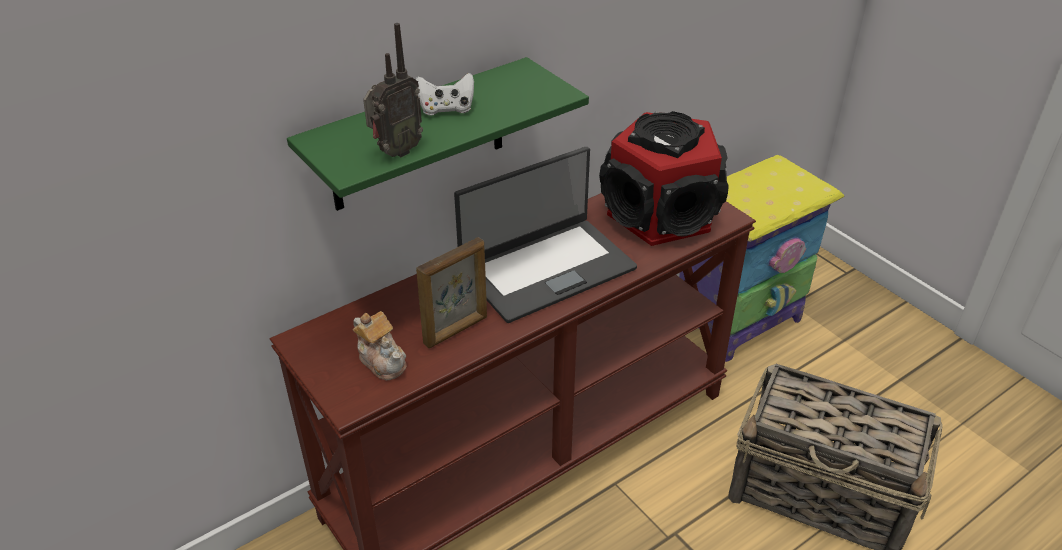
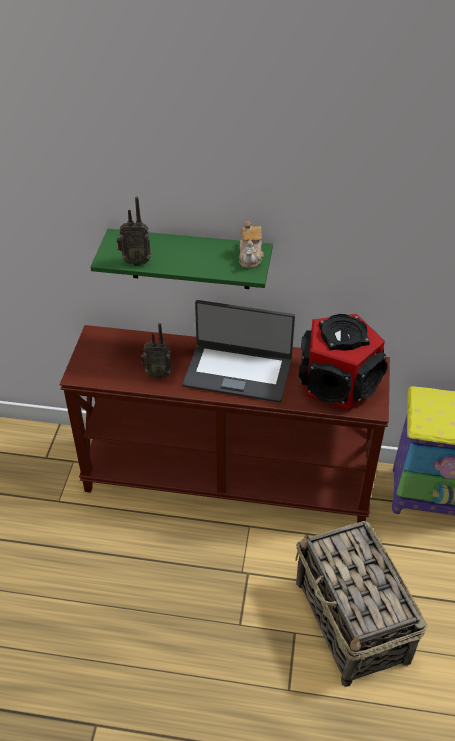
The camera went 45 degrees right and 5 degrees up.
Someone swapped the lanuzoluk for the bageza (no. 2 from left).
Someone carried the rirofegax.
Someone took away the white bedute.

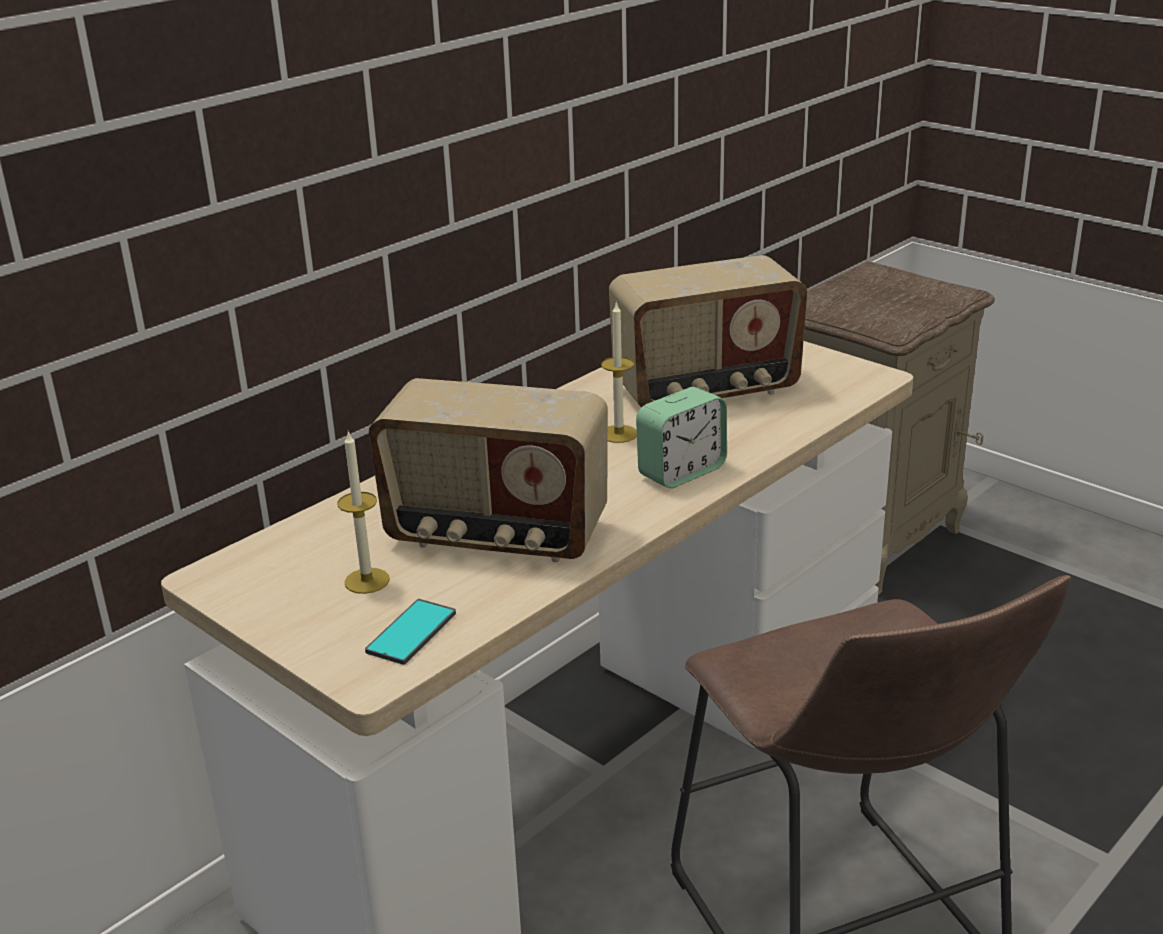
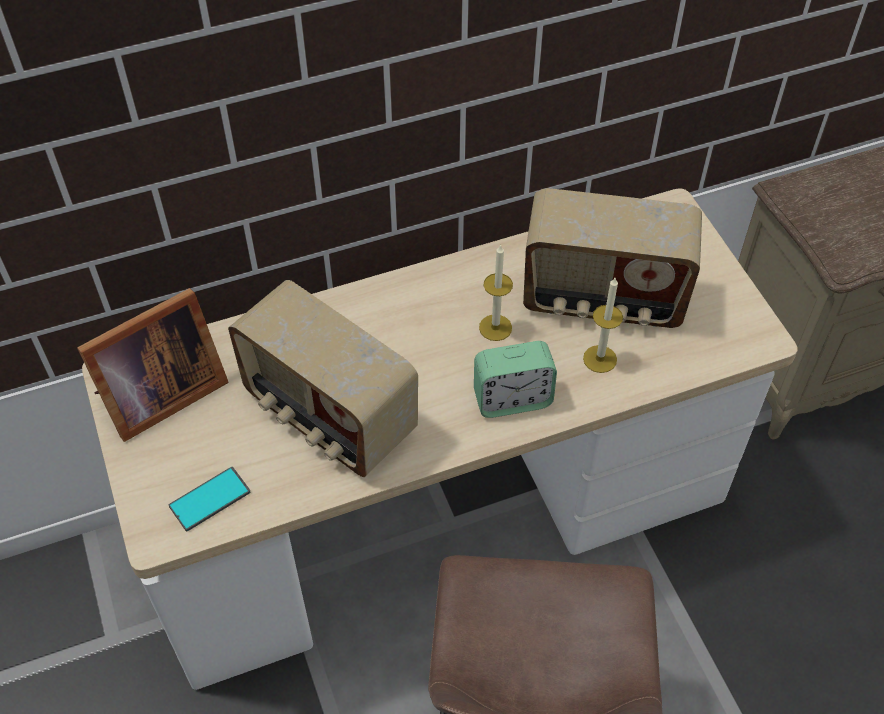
The camera went 25 degrees right and 25 degrees up.
Someone put down the lanuzoluk.
Someone carried the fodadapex (no. 1 from left in the first image).

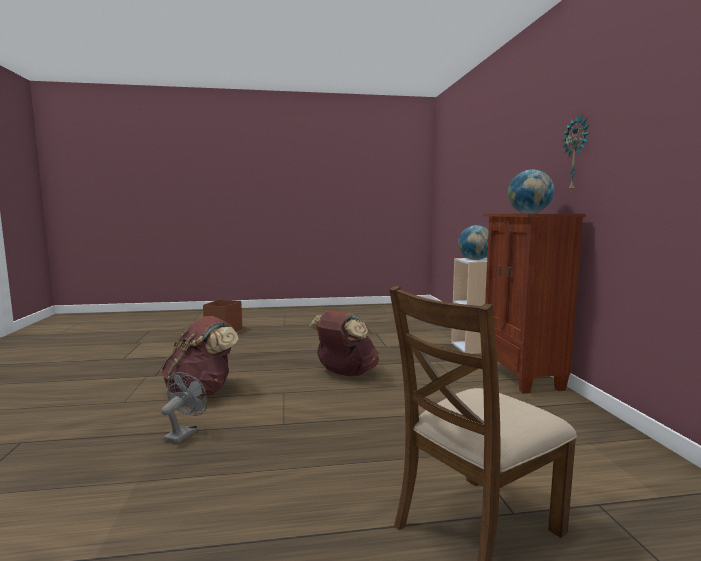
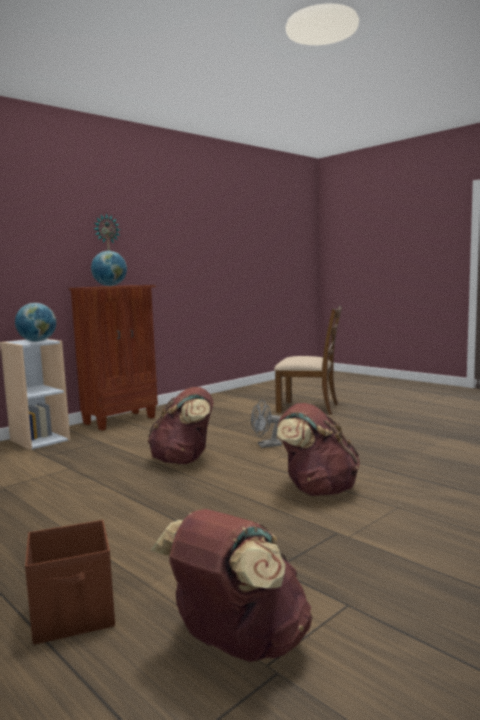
The camera went 125 degrees left and 0 degrees up.
Someone put down the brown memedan (no. 2 from left).
Someone carried the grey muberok.

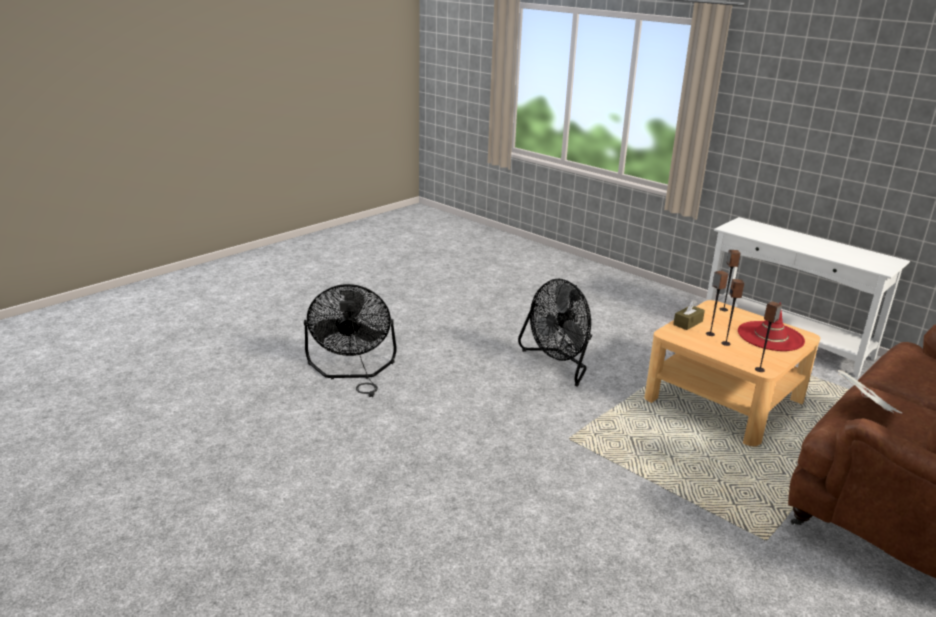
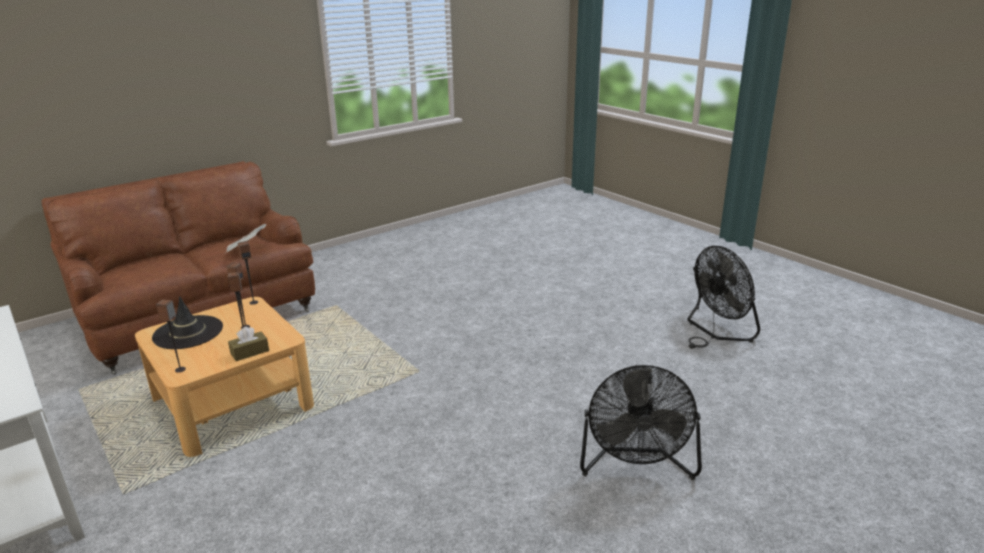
The camera went 170 degrees left and 0 degrees up.
Someone repainted the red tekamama, which became the black tekamama.
Someone carried the black muberok (no. 2 from left).

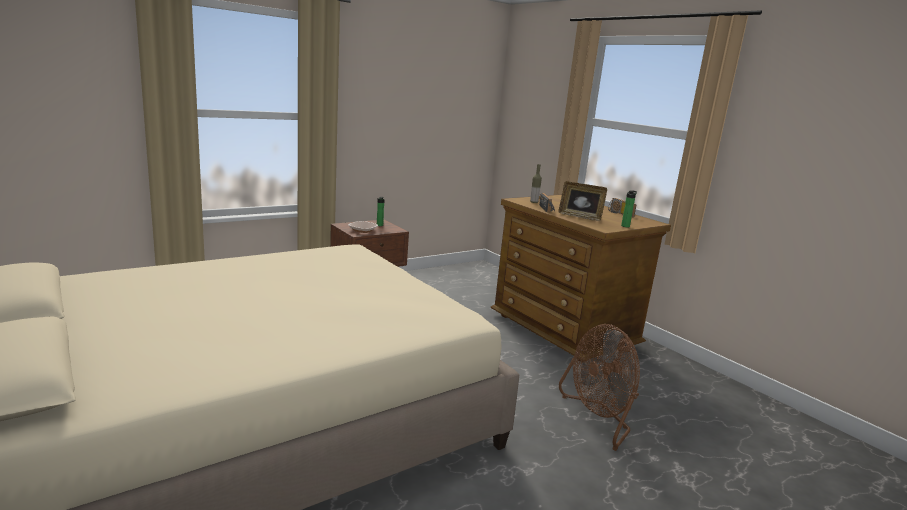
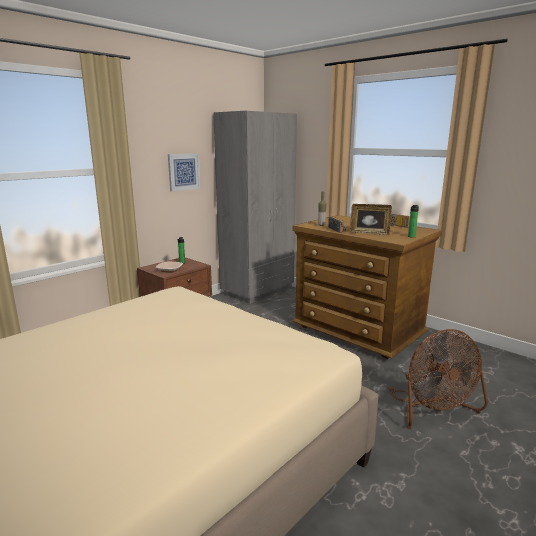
The camera went 10 degrees left and 0 degrees up.
Someone put up the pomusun.
Someone put down the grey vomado.
Someone rotated the brown muberok by 75 degrees counterclockwise.

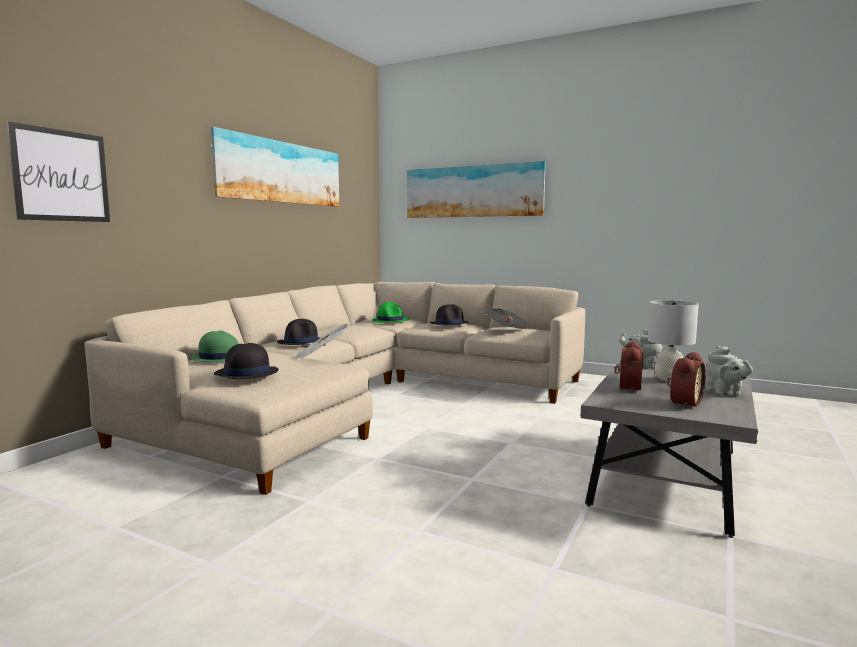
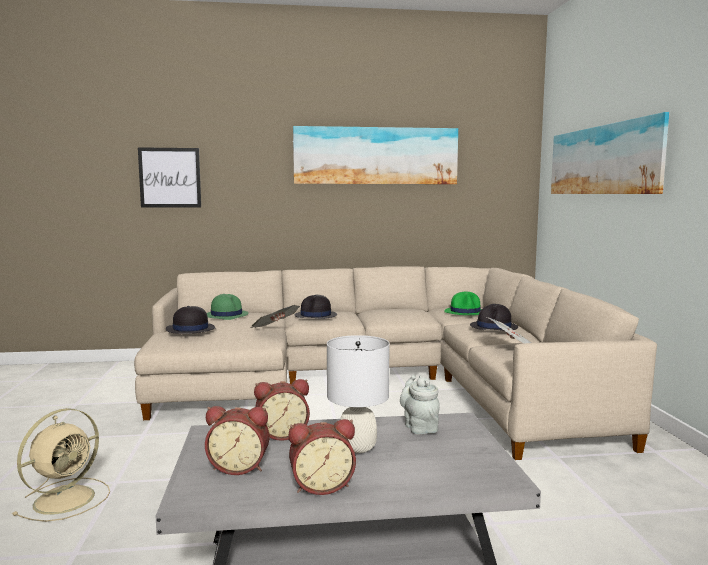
The camera went 55 degrees right and 0 degrees up.
Someone put down the beige muberok.
Someone swapped the grey rirofegax (no. 2 from left) for the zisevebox (no. 3 from left).

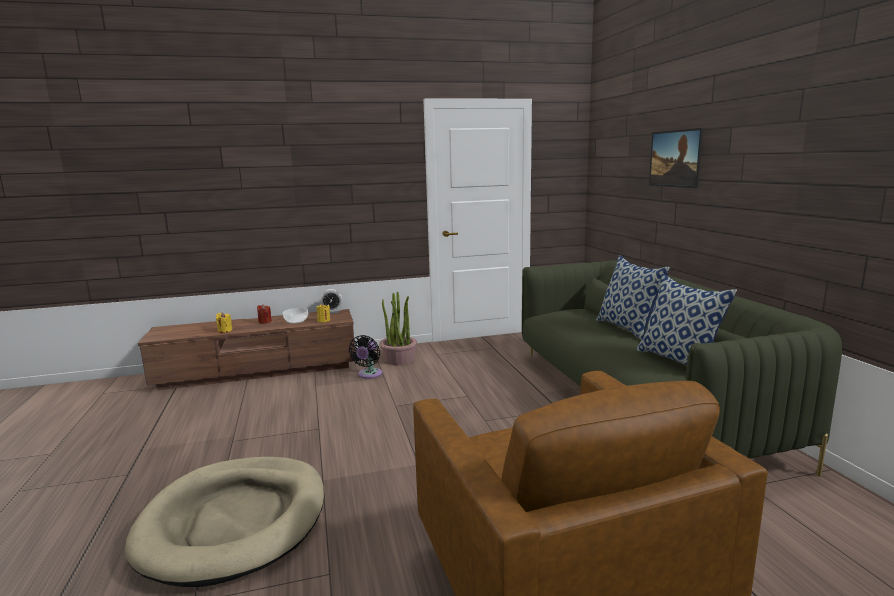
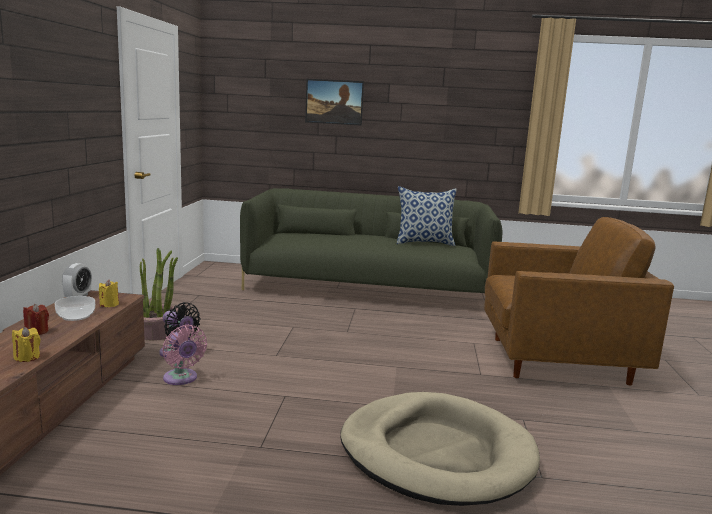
The camera went 70 degrees left and 0 degrees up.
Someone put down the pink muberok.
Someone took away the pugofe (no. 1 from left).

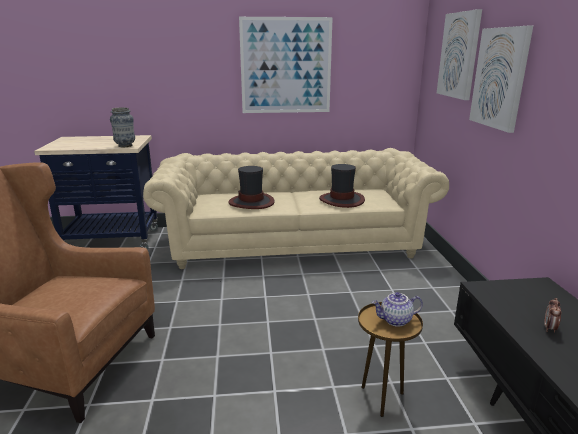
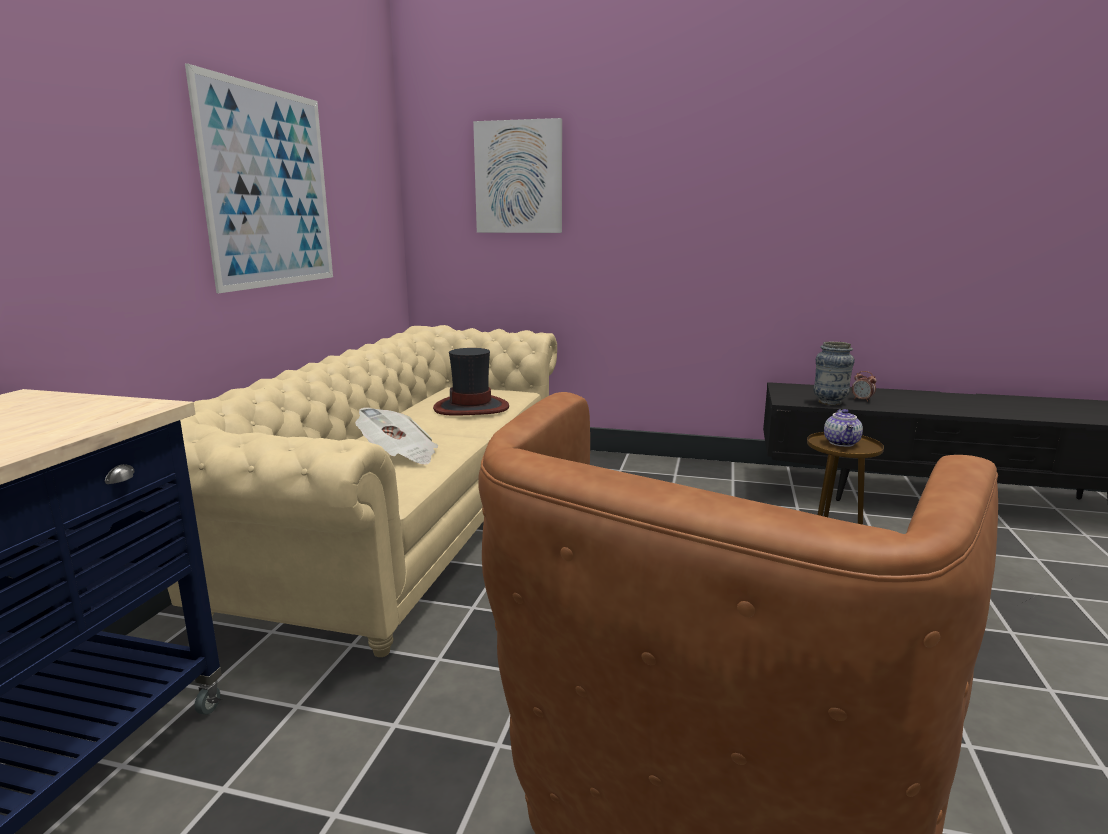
The camera went 70 degrees left and 5 degrees down.
Someone swapped the tekamama (no. 1 from left) for the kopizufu.
Someone carried the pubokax.
Someone took away the pomusun (no. 3 from left).

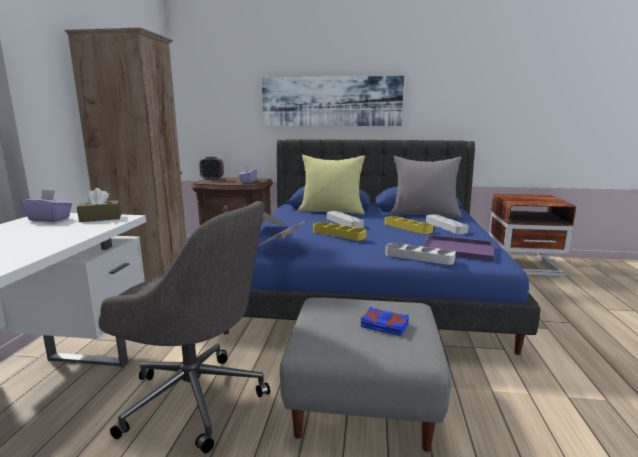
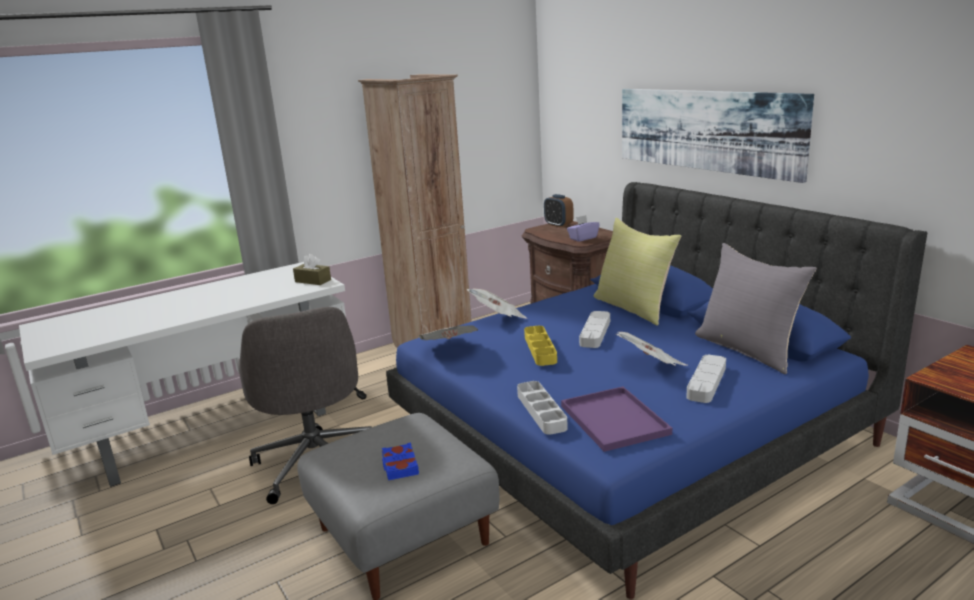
The camera went 50 degrees right and 5 degrees up.
Someone swapped the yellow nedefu (no. 2 from left) for the kopizufu (no. 3 from left).
Someone took away the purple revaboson (no. 1 from left).

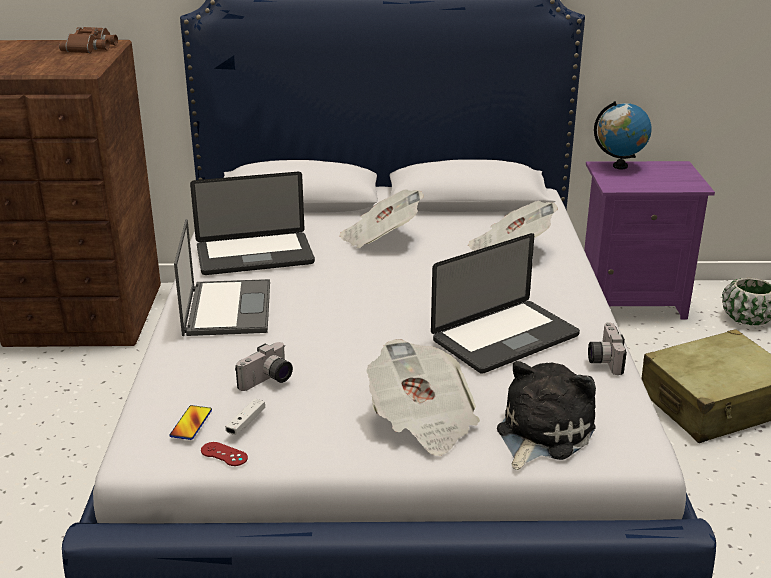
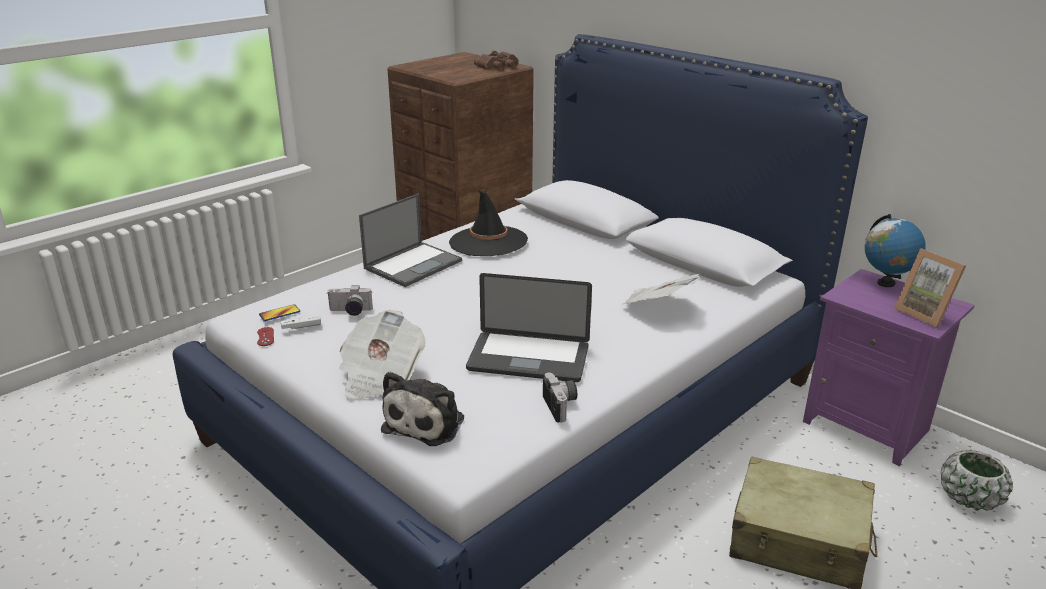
The camera went 45 degrees right and 0 degrees up.
Someone rotated the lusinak by 120 degrees clockwise.
Someone swapped the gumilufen (no. 2 from left) for the black tekamama.
Someone rotated the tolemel (no. 2 from left) by 120 degrees clockwise.
Someone put down the lanuzoluk.
Someone took away the kopizufu (no. 1 from left).

